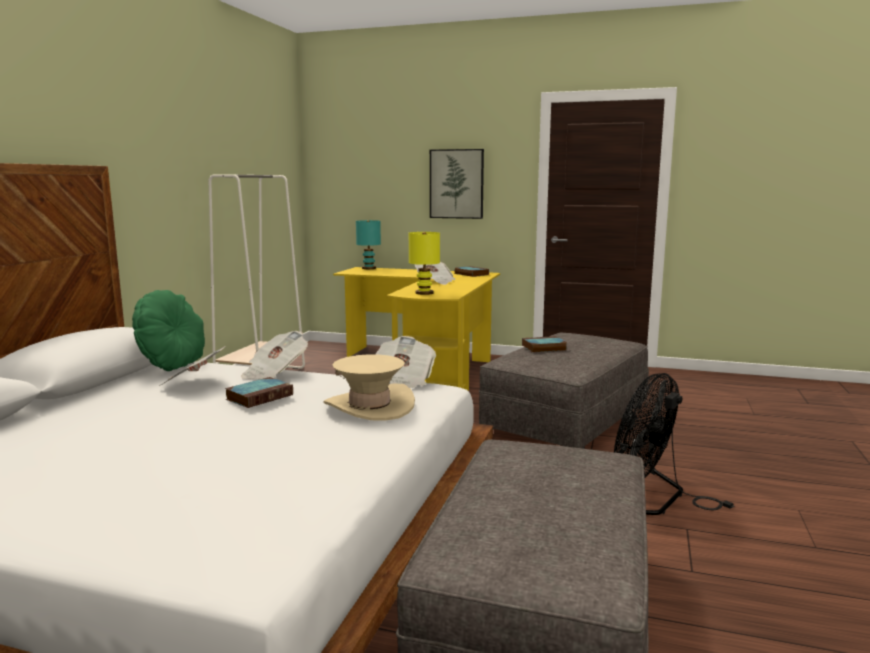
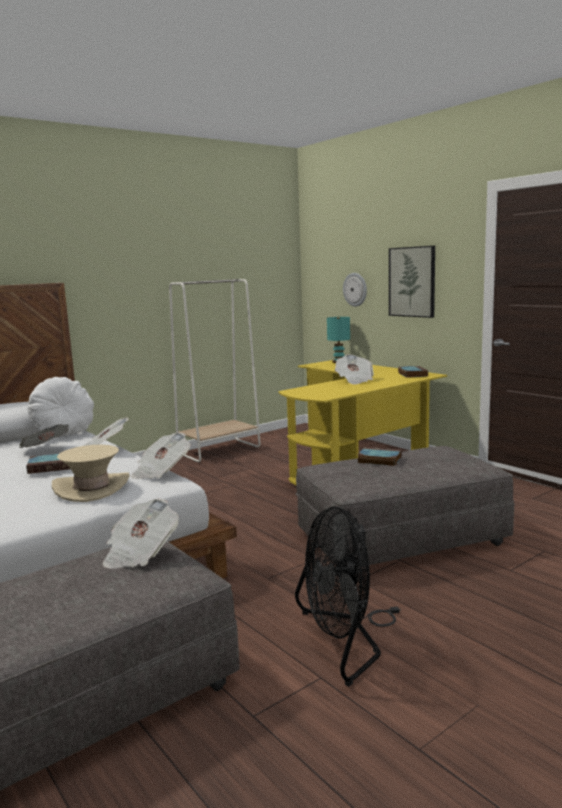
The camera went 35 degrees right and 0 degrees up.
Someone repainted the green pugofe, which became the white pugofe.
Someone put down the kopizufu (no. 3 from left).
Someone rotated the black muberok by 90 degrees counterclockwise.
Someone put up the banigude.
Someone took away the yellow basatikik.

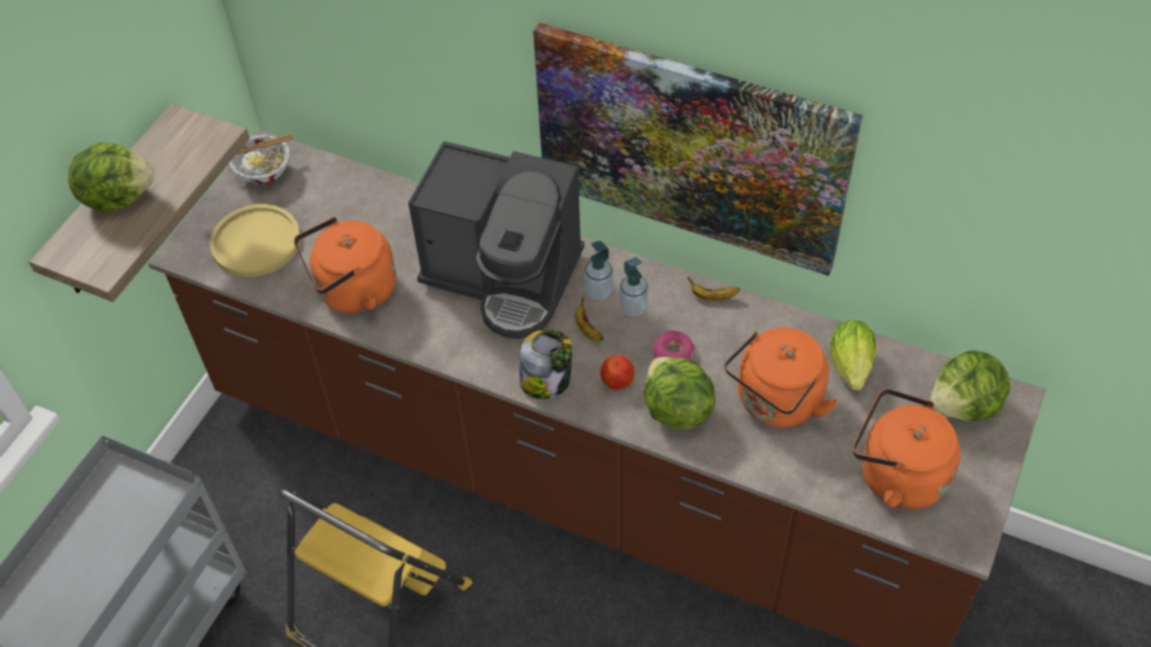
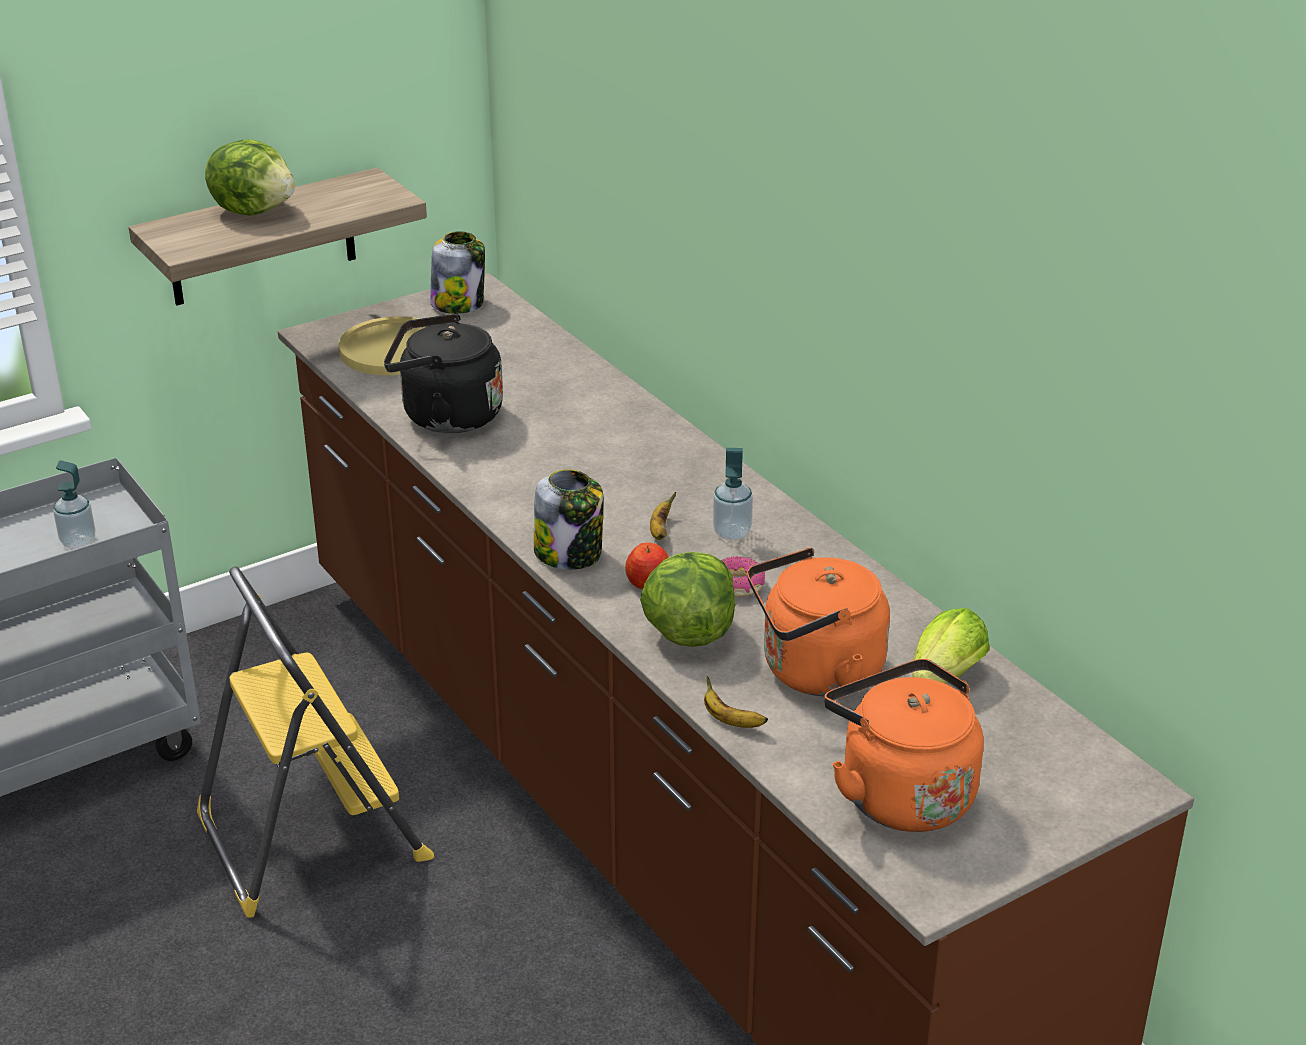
The camera went 30 degrees right and 20 degrees down.
Someone carried the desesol (no. 1 from left).
Someone repainted the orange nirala (no. 1 from left), which became the black nirala.
Someone swapped the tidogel for the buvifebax (no. 1 from left).
Someone carried the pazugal (no. 2 from left).
Someone took away the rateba.
Someone took away the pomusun.
Someone took away the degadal (no. 4 from left).

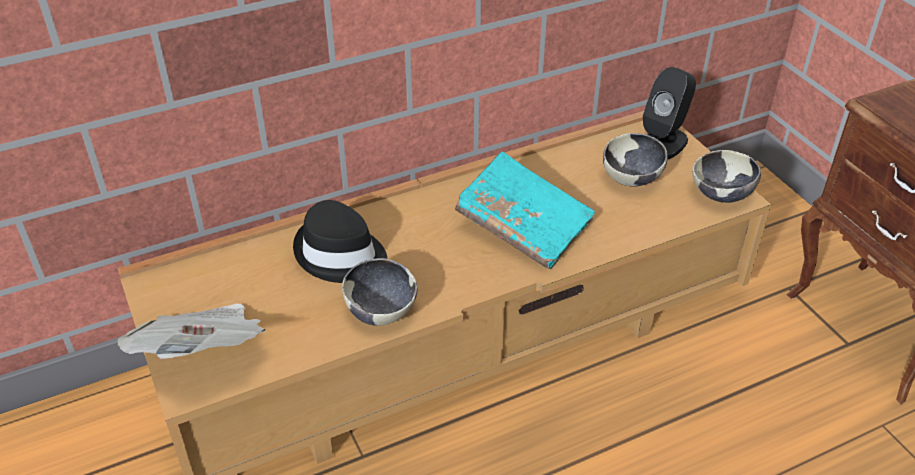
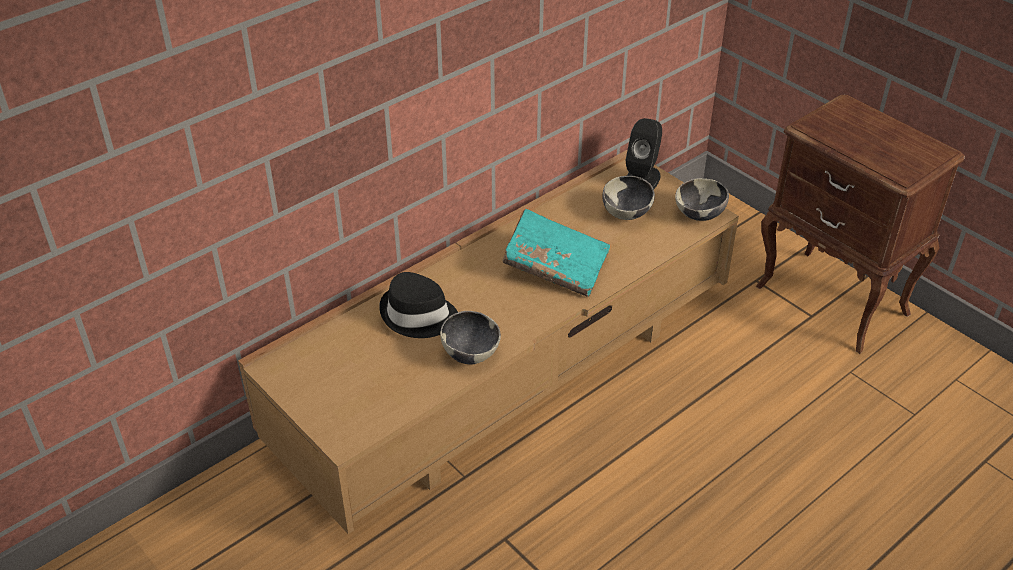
The camera went 15 degrees left and 0 degrees up.
Someone took away the kopizufu.

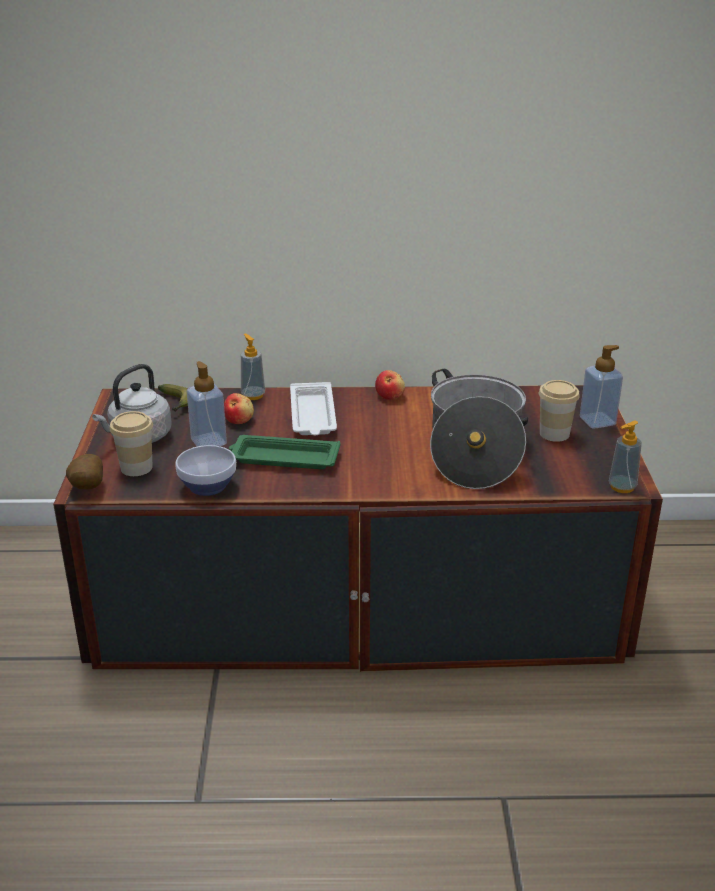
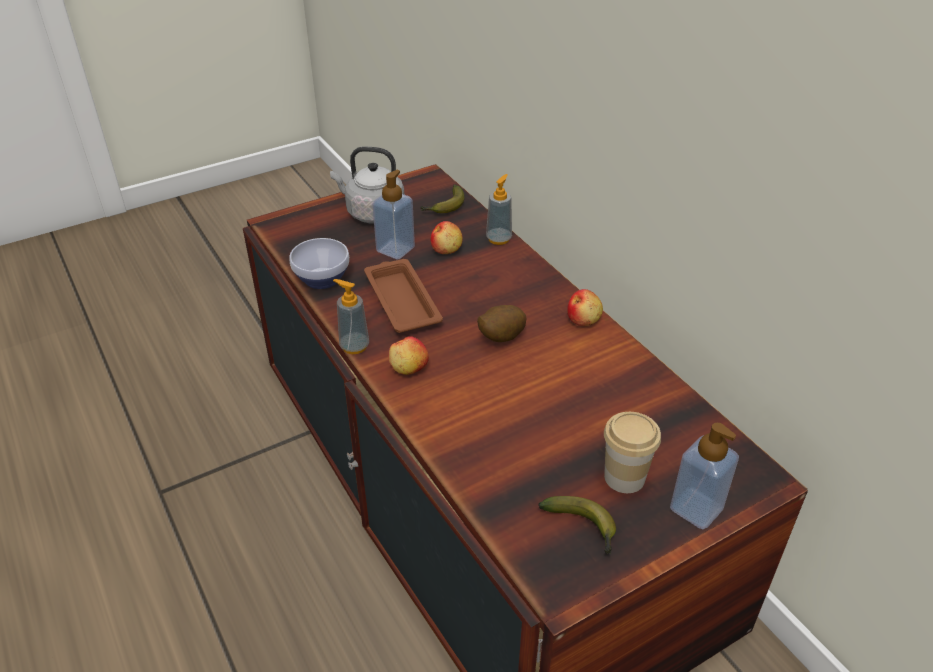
The camera went 60 degrees right and 10 degrees up.
Someone carried the desesol (no. 4 from left in the first image).
Someone repainted the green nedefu, which became the brown nedefu.
Someone put down the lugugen (no. 1 from left).
Someone carried the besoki.
Someone put down the pazugal (no. 2 from left).
Someone took away the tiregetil (no. 1 from left).
Someone took away the white nedefu.
Someone took away the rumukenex.

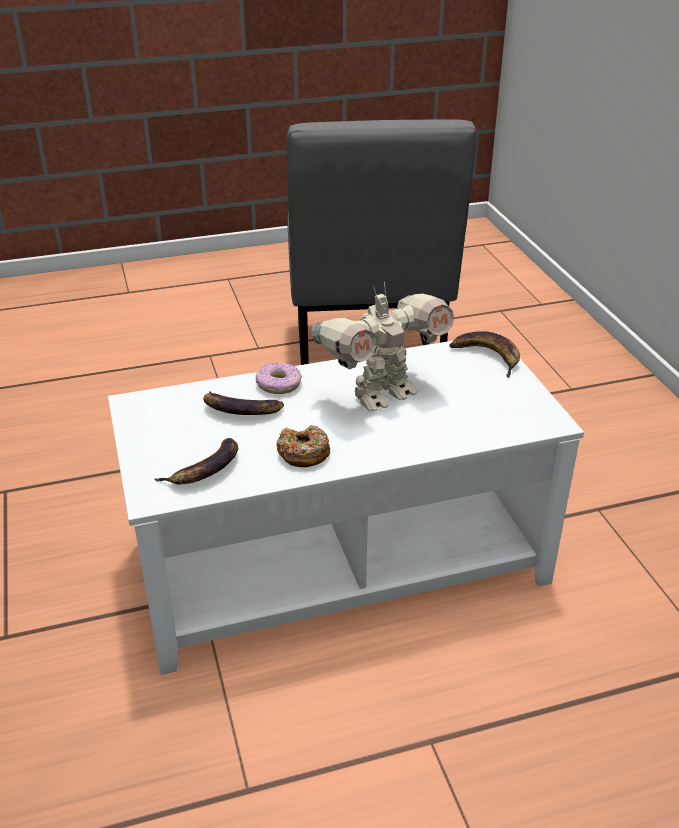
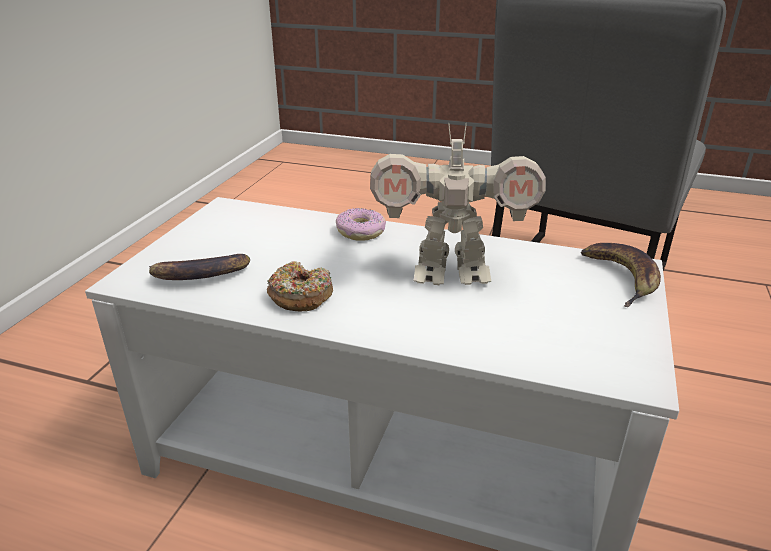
The camera went 35 degrees right and 5 degrees down.
Someone took away the pazugal (no. 2 from left).

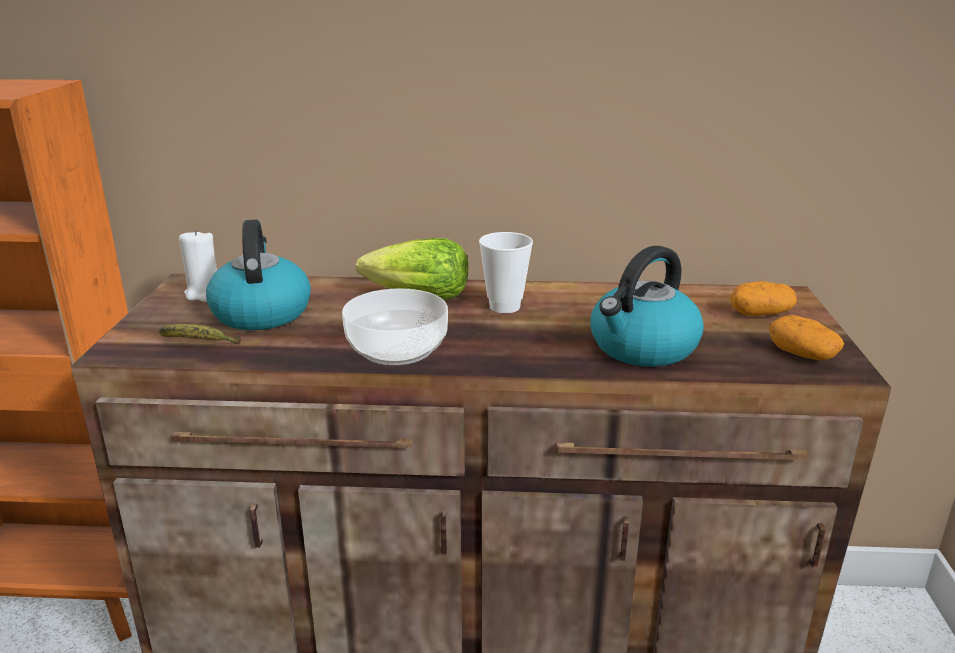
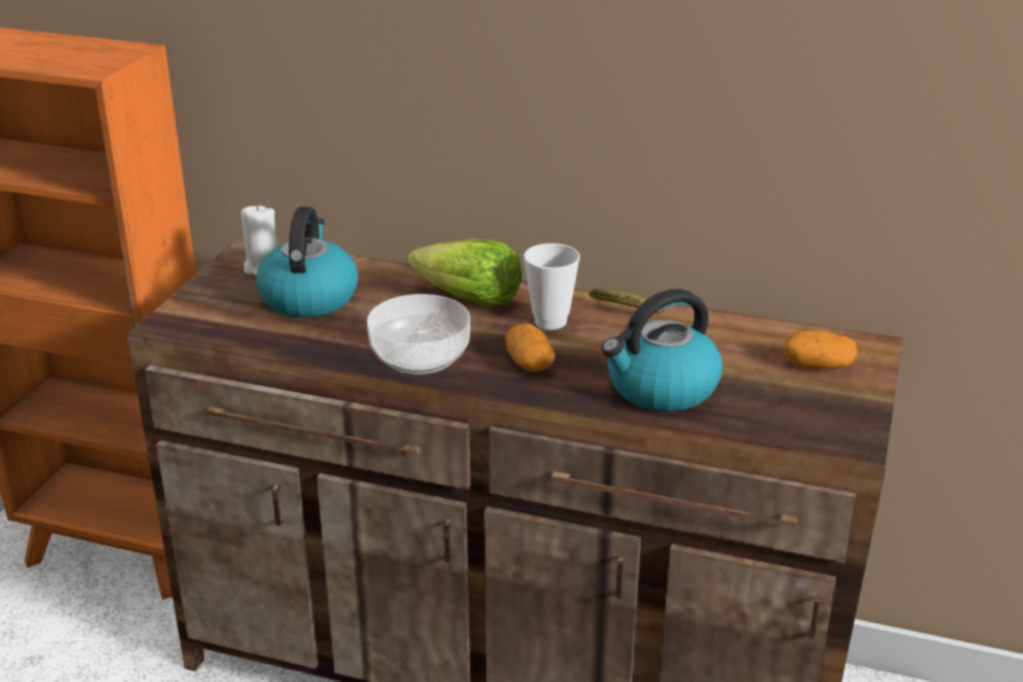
The camera went 15 degrees right and 5 degrees up.
Someone carried the besoki (no. 2 from left in the first image).
Someone carried the pazugal.

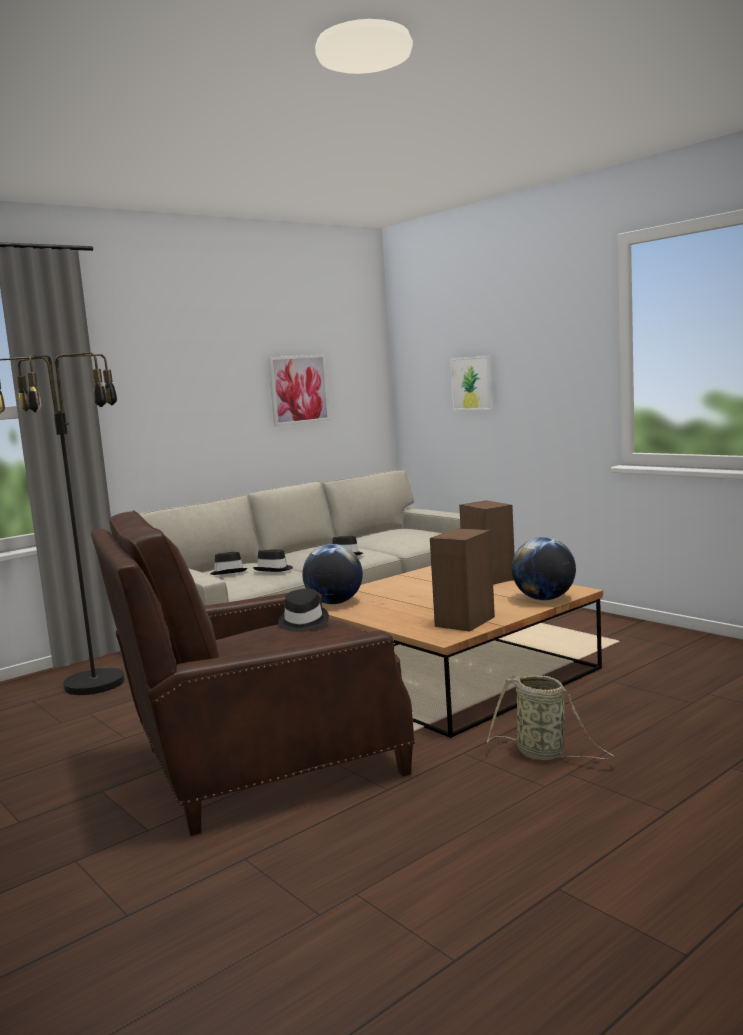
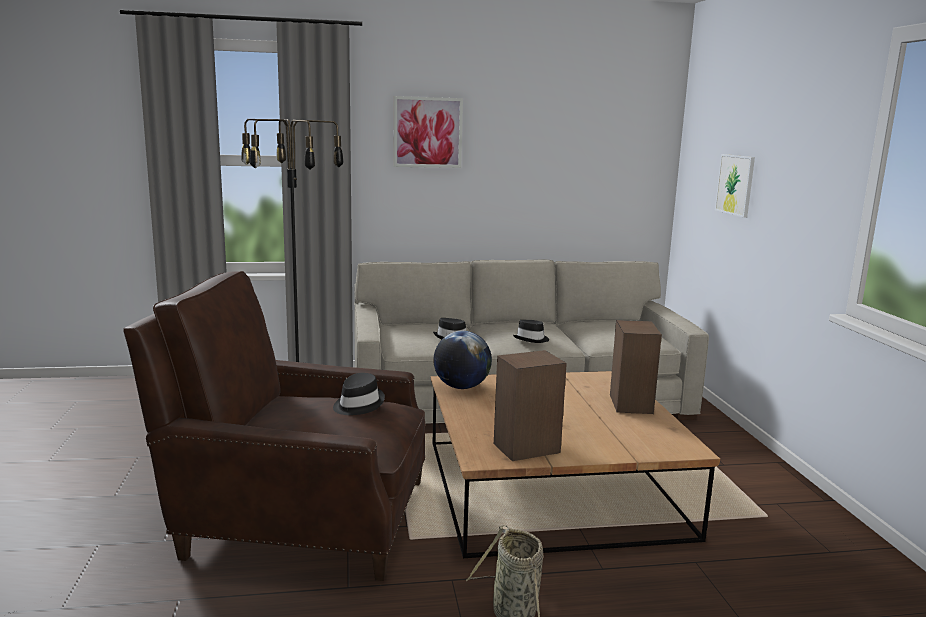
The camera went 30 degrees right and 5 degrees up.
Someone carried the pomusun (no. 1 from left).
Someone took away the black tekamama (no. 1 from left).
Someone took away the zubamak (no. 2 from left).

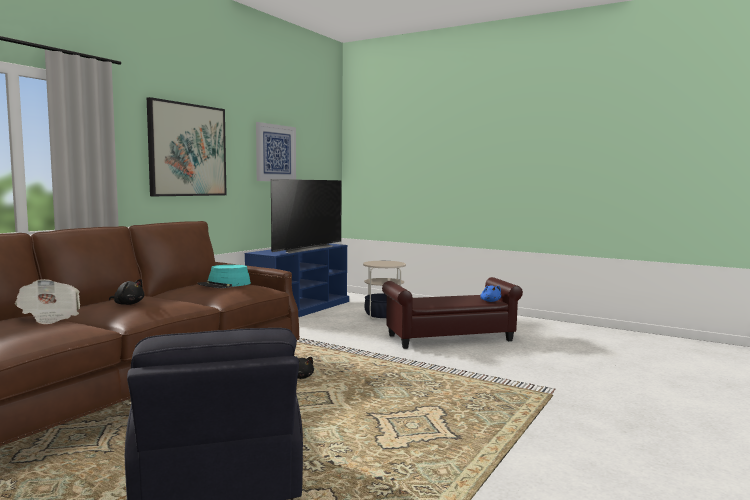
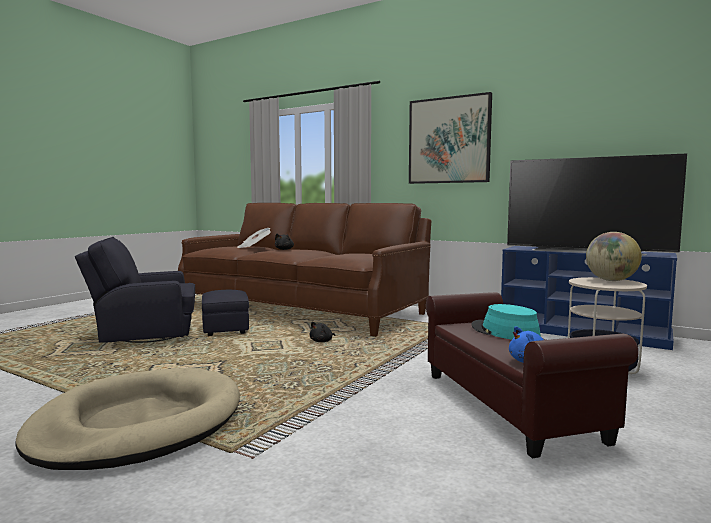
The camera went 90 degrees right and 0 degrees up.
Someone put down the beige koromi.
Someone carried the turquoise tekamama.
Someone put down the zubamak.
Someone took away the pomusun (no. 2 from left).

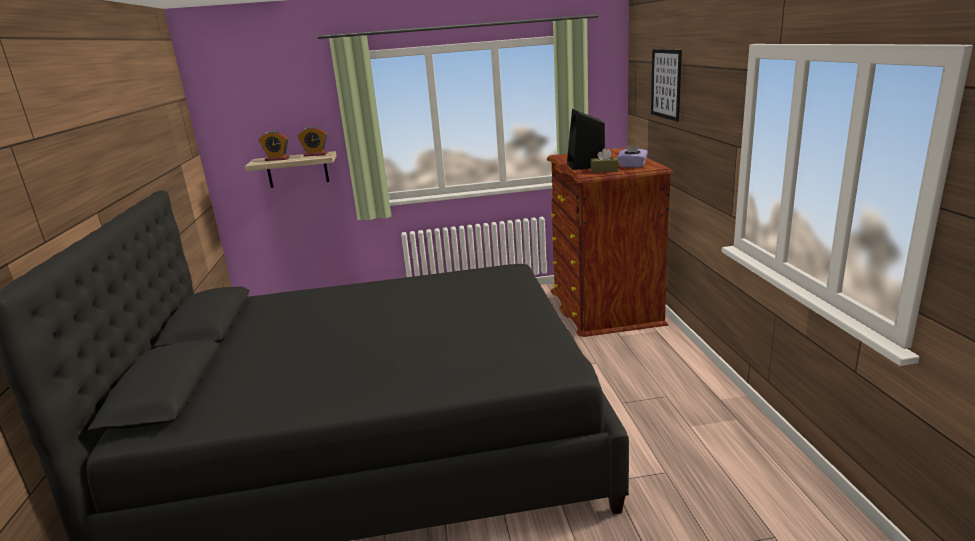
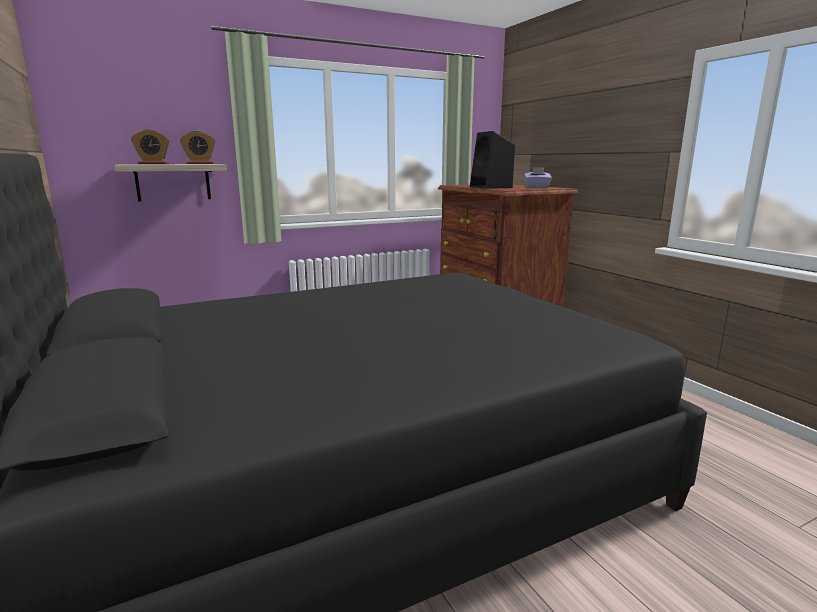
The camera went 20 degrees left and 5 degrees down.
Someone took away the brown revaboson.
Someone took away the pomusun.

